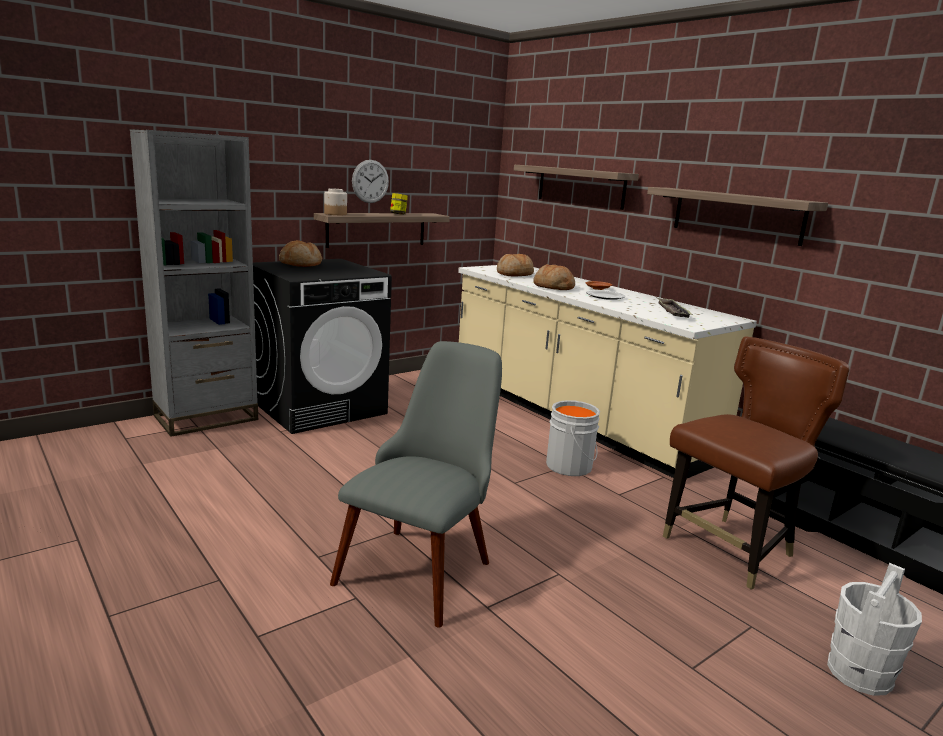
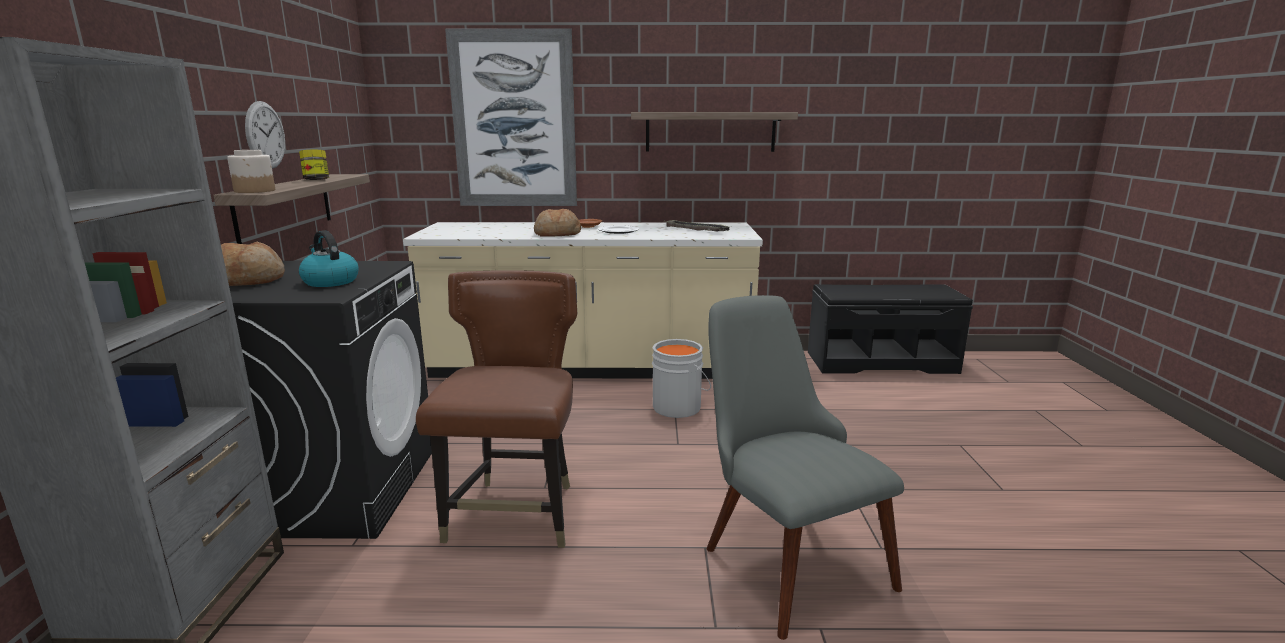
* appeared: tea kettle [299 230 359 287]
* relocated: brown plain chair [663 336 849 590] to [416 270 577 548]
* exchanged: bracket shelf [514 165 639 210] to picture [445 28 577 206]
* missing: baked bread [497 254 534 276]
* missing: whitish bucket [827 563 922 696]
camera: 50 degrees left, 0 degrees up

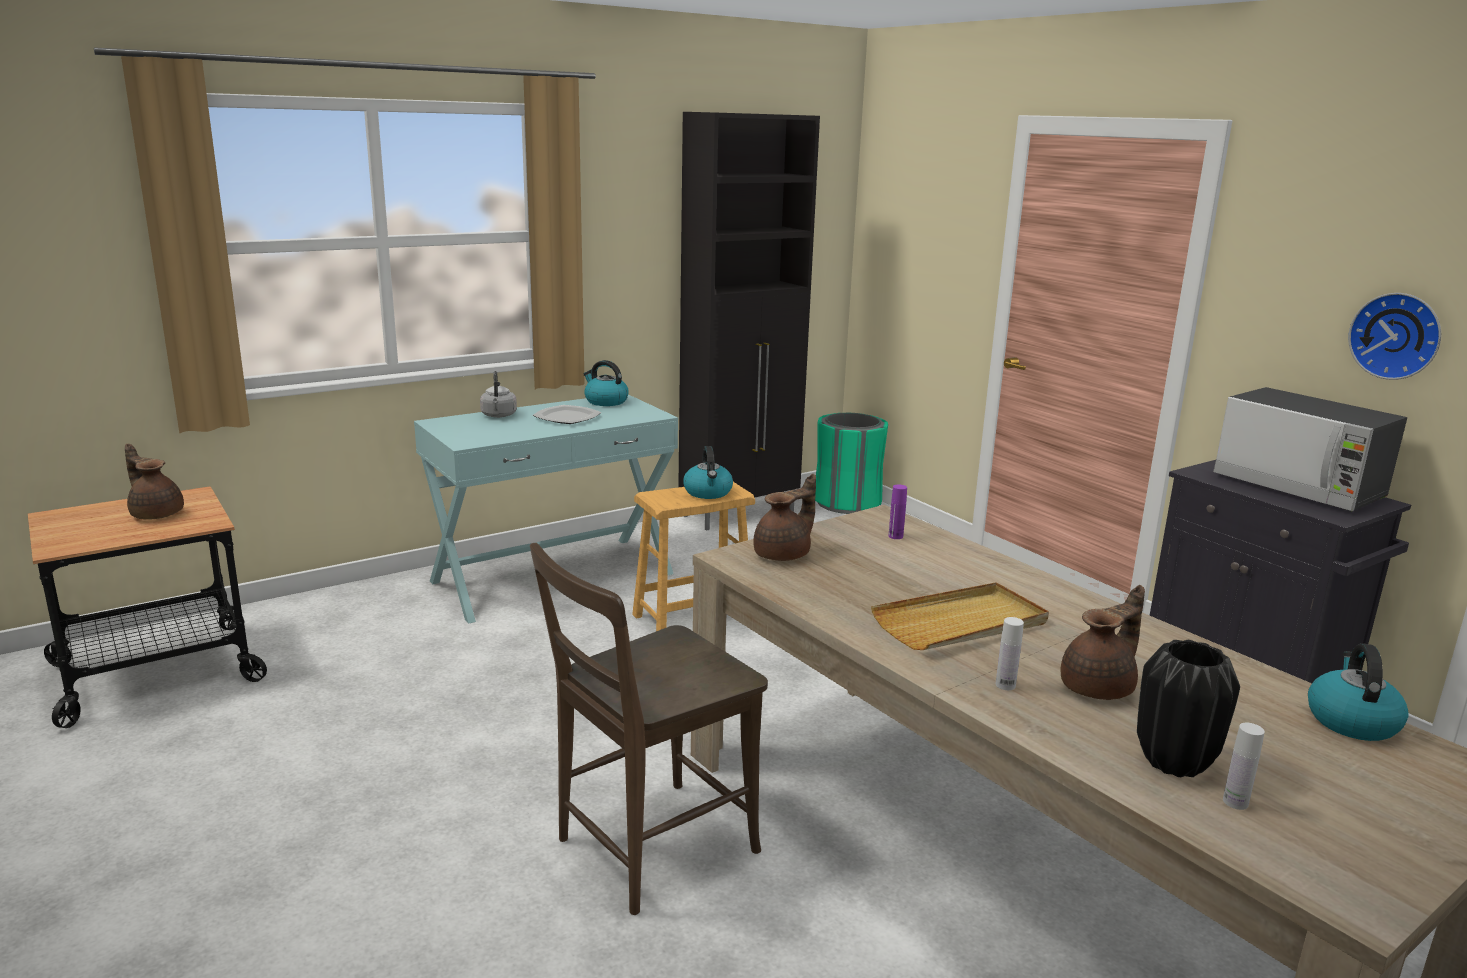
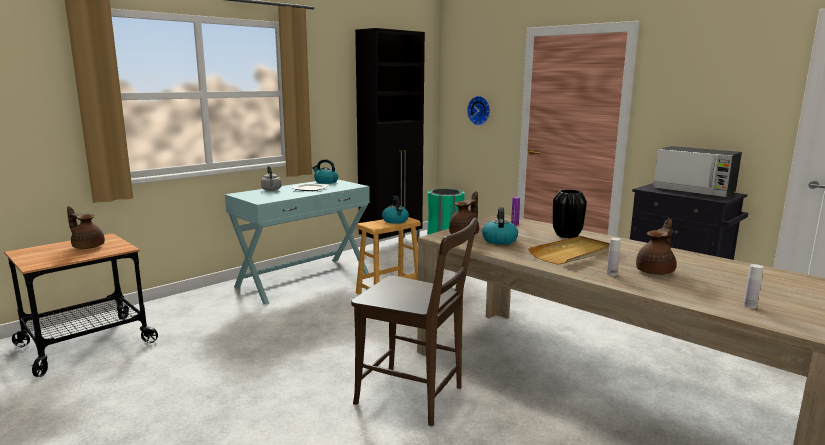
* spun: brown plain chair [530 543 768 915] = [351 218 478 426] 105 degrees counterclockwise
* relocated: wall clock [1348 293 1441 380] to [467 96 490 126]
* relocated: tea kettle [1308 643 1409 741] to [482 207 518 245]
* relocated: blackish vase [1137 640 1240 777] to [553 189 587 238]
camera: 10 degrees left, 5 degrees down

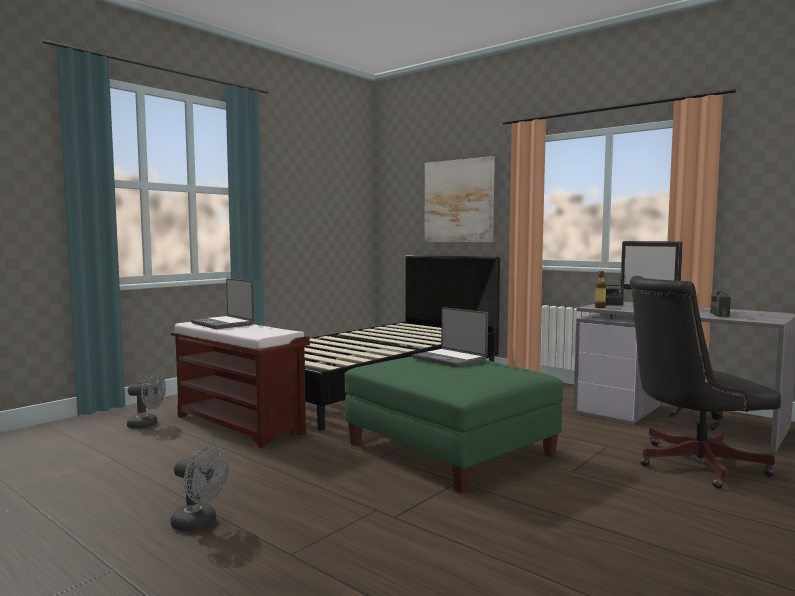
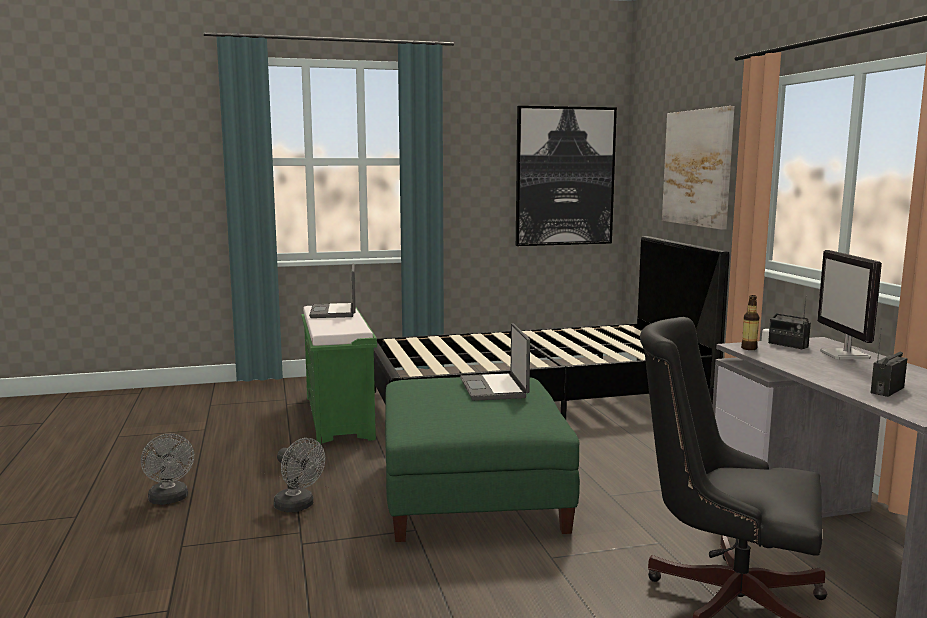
* relocated: gray fan [127 372 166 429] to [274 438 325 512]
* colour: brown long seat [171 322 310 448] to green long seat [301 306 377 445]
* appeared: picture [516 106 617 246]
camera: 35 degrees right, 5 degrees up

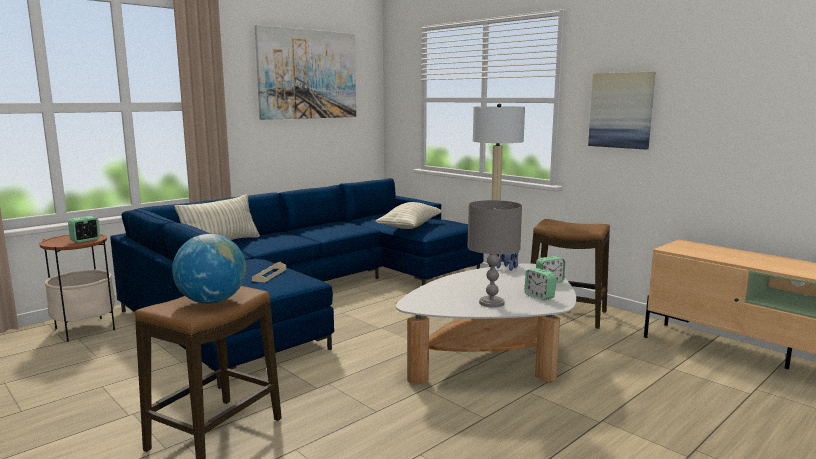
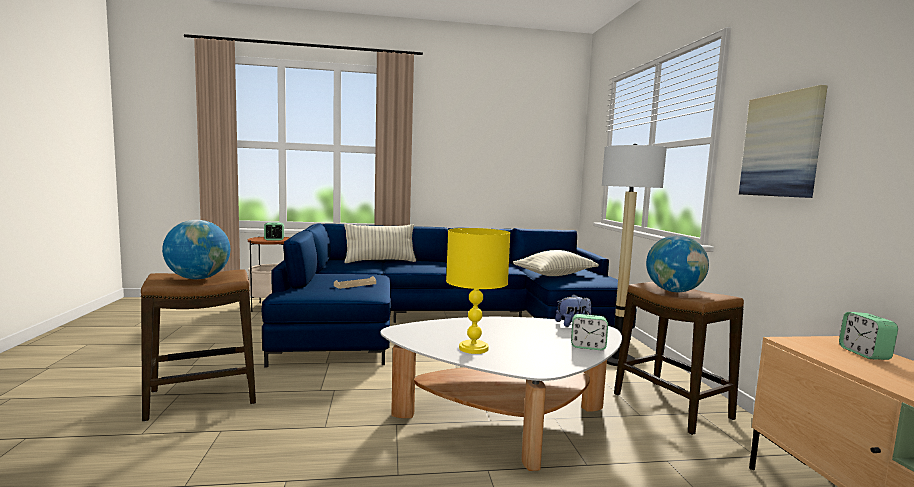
* colour: gray lamp for a table [467 200 522 308] to yellow lamp for a table [446 228 510 354]
* appeared: world globe [646 235 709 292]
* relocated: bedside clock [525 268 556 300] to [839 312 898 360]
* missing: picture [255 25 356 120]
camera: 35 degrees right, 5 degrees down

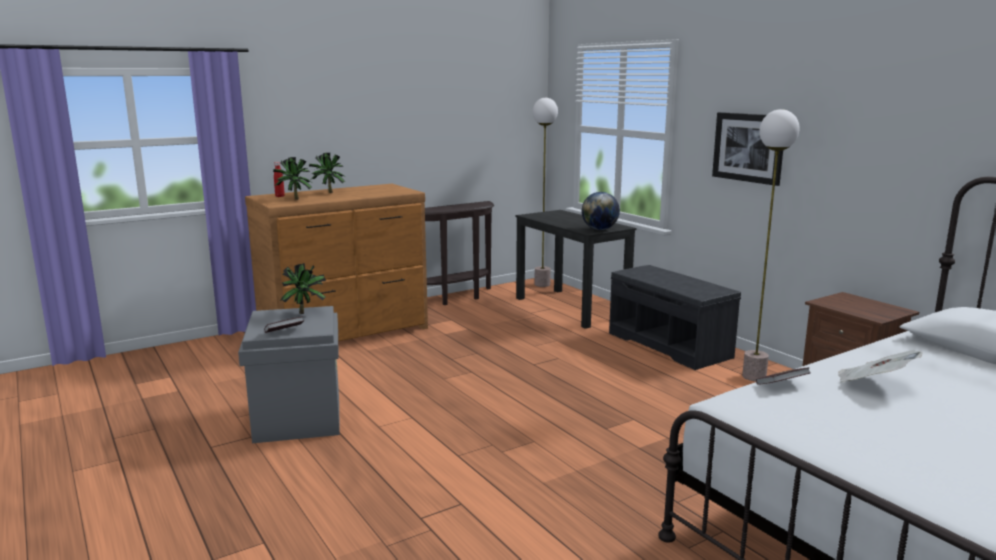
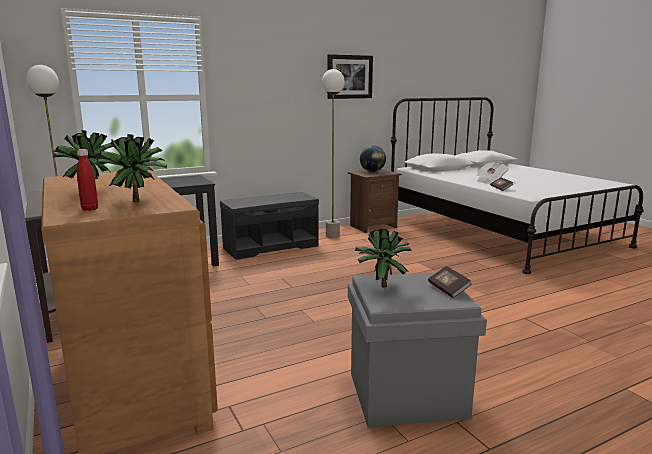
* relocated: picture [712 112 783 186] to [328 54 373 99]
* relocated: world globe [582 192 620 230] to [360 146 386 172]
camera: 85 degrees left, 0 degrees up

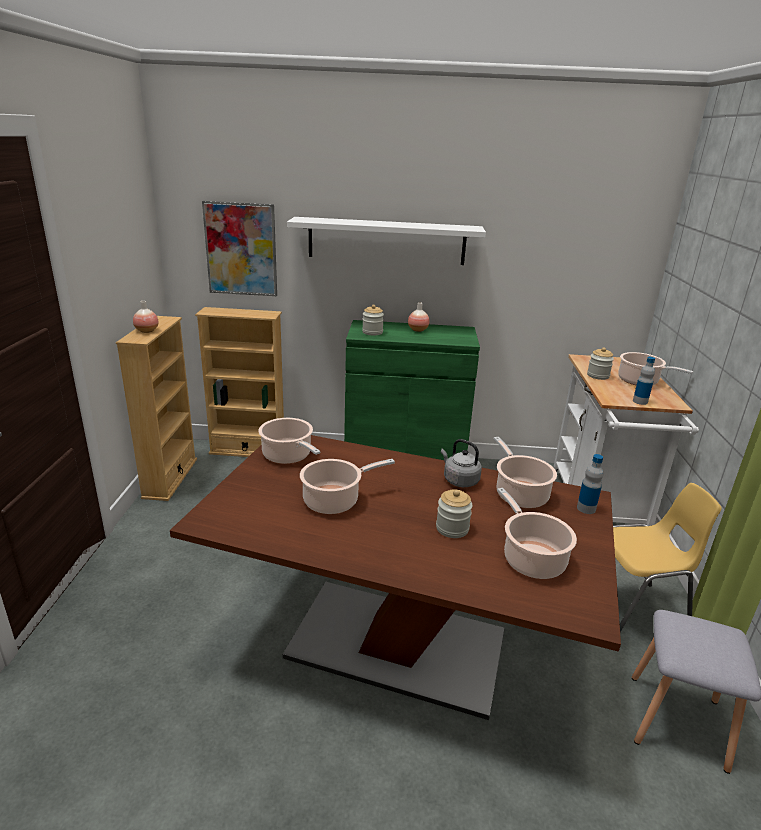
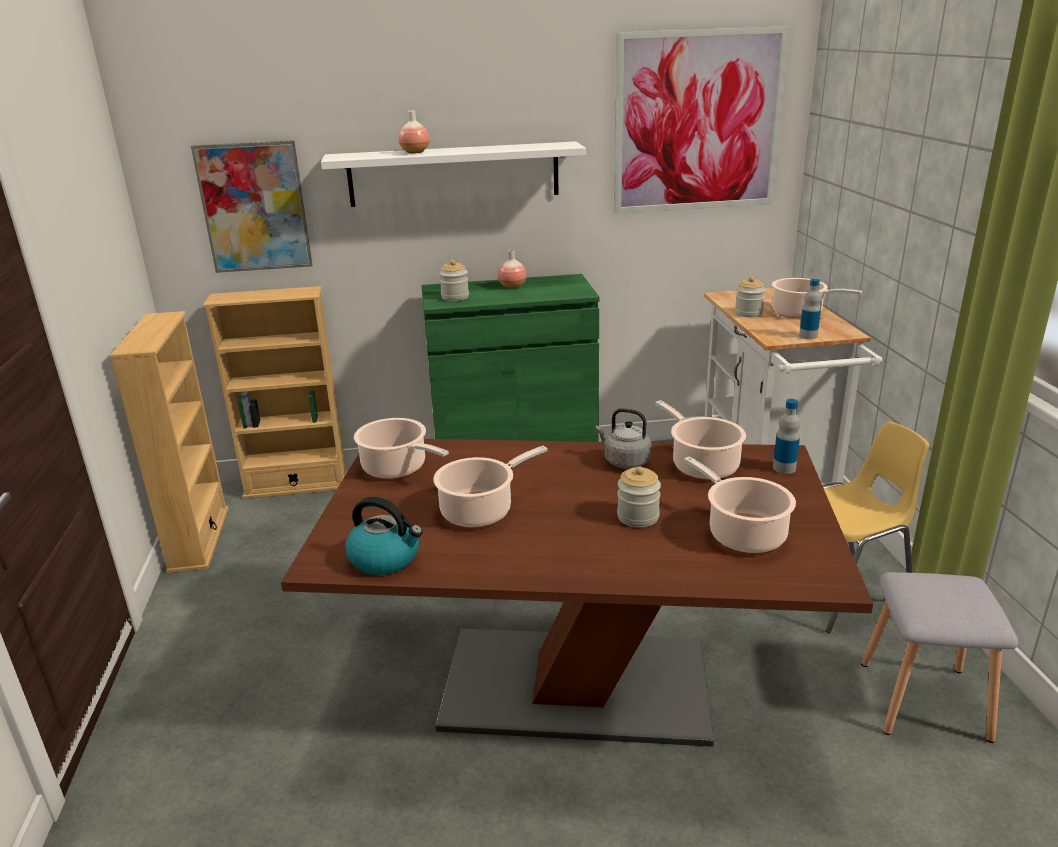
* appeared: tea kettle [345 497 423 575]
* relocated: vase [133 301 159 333] to [399 110 430 153]
* appeared: picture [614 26 789 214]
camera: 10 degrees left, 0 degrees up

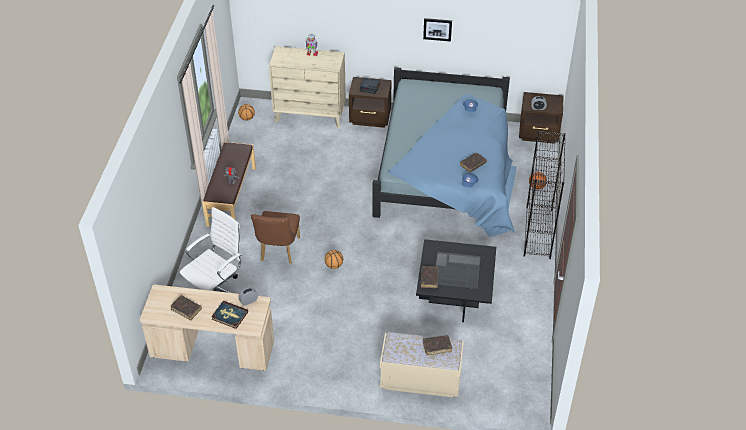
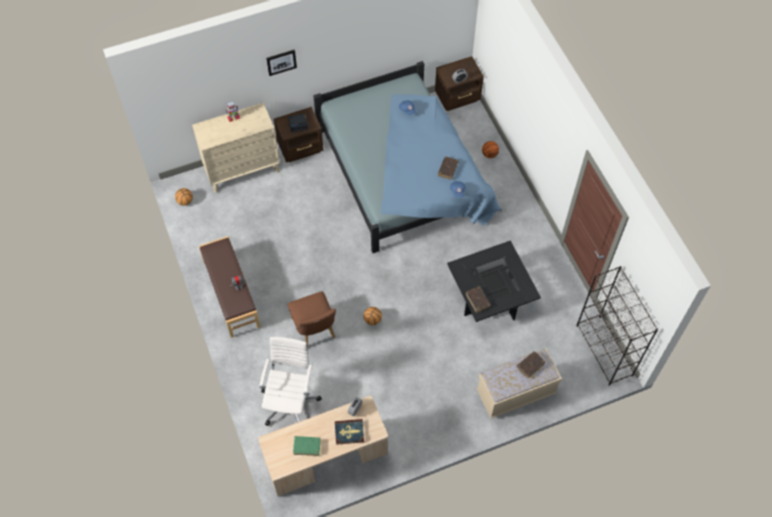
* relocated: picture [423 18 452 42] to [266 50 297 76]
* colour: brown bound book [170 295 202 320] to green bound book [293 436 321 456]
* relocated: blackish shelving unit [524 131 566 259] to [577 266 658 386]
camera: 30 degrees left, 15 degrees up

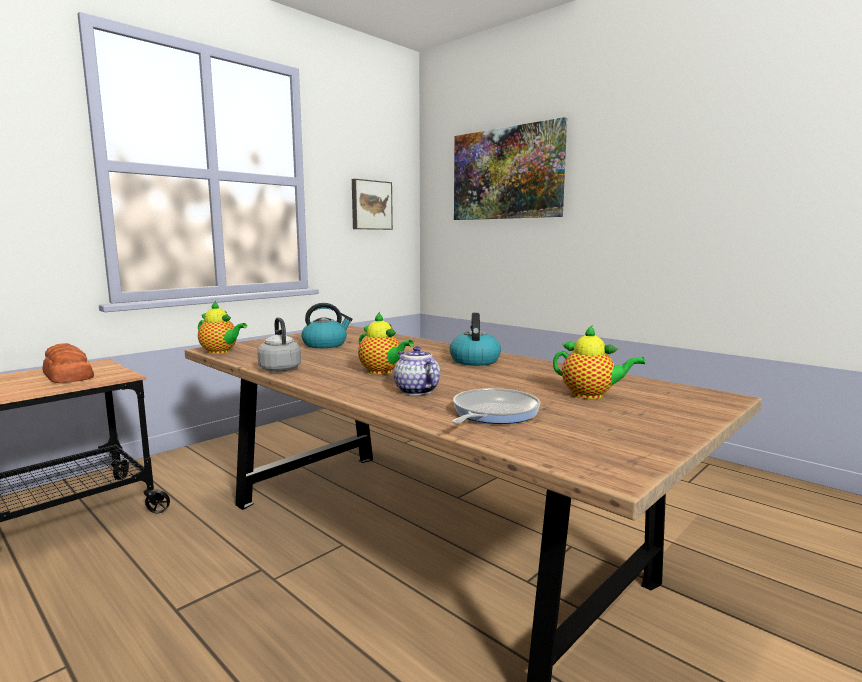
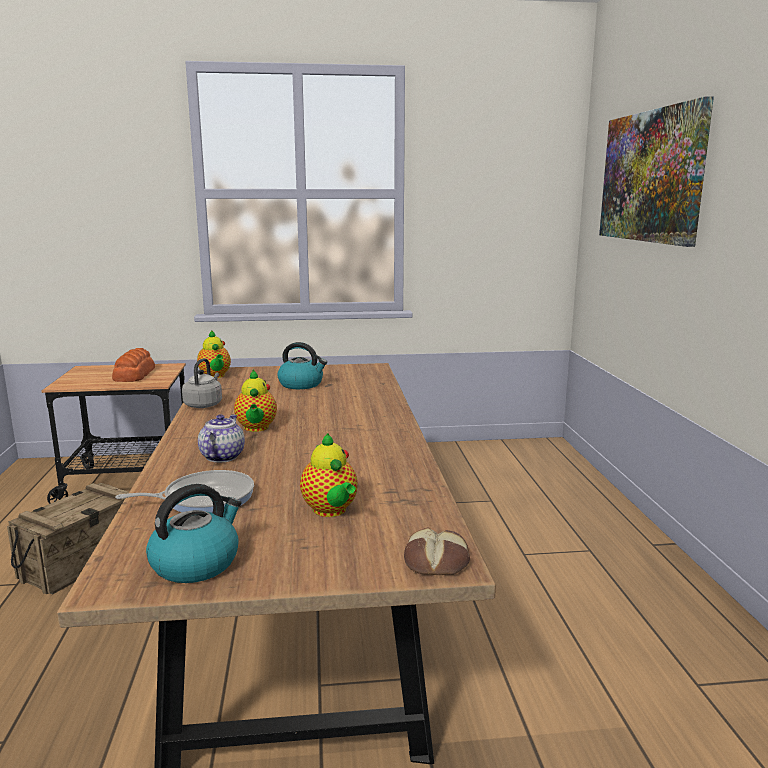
* appeared: crate [7 483 129 595]
* relocated: tea kettle [450 313 501 366] to [146 484 242 583]
* appeared: baked bread [404 527 470 575]
* missing: picture [352 179 393 230]
camera: 40 degrees right, 5 degrees up

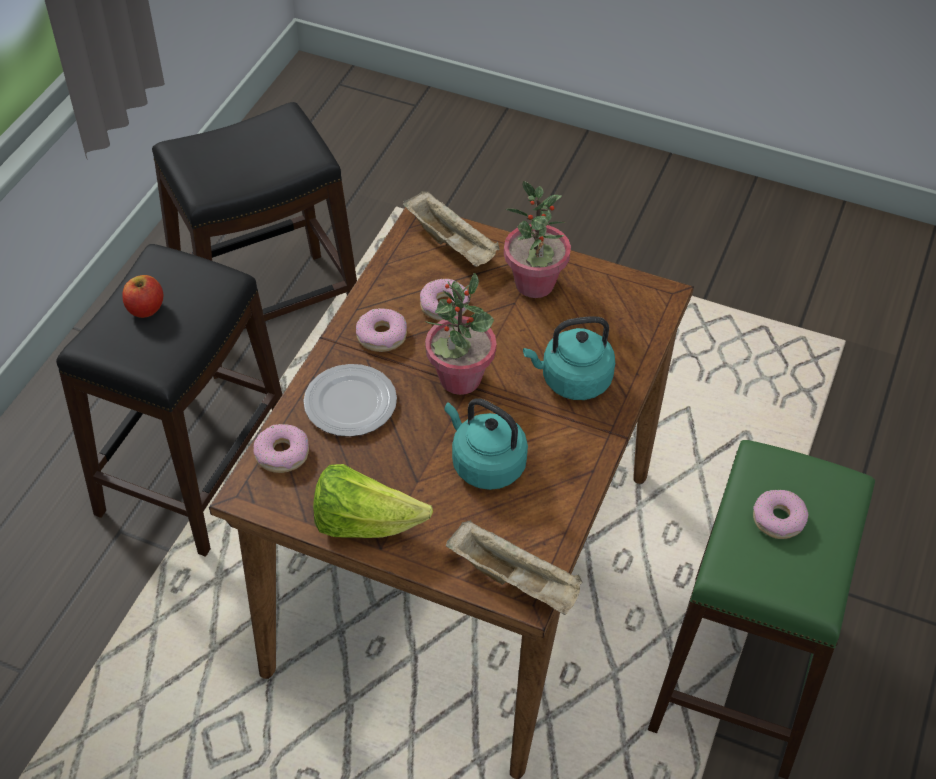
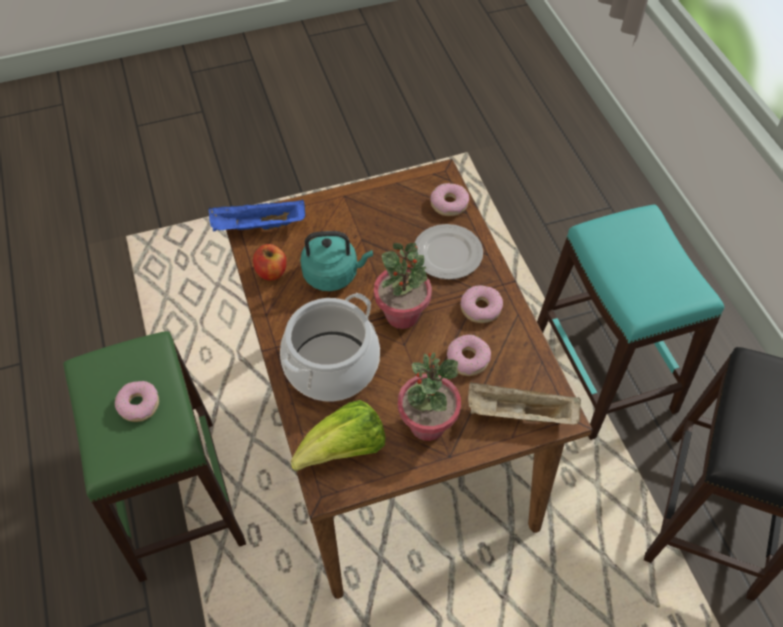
* colour: beige-coloured tray [446 520 582 615] to blue tray [209 200 305 231]
* relocated: apple [122 275 163 318] to [253 244 286 281]
* exchanged: turquoise tea kettle [523 316 615 400] to stockpot [280 293 380 402]
* relocated: head of lettuce [313 464 433 538] to [291 400 385 471]
* colour: blackish stool seat [56 244 282 557] to turquoise stool seat [537 205 724 440]
camera: 140 degrees right, 5 degrees up

